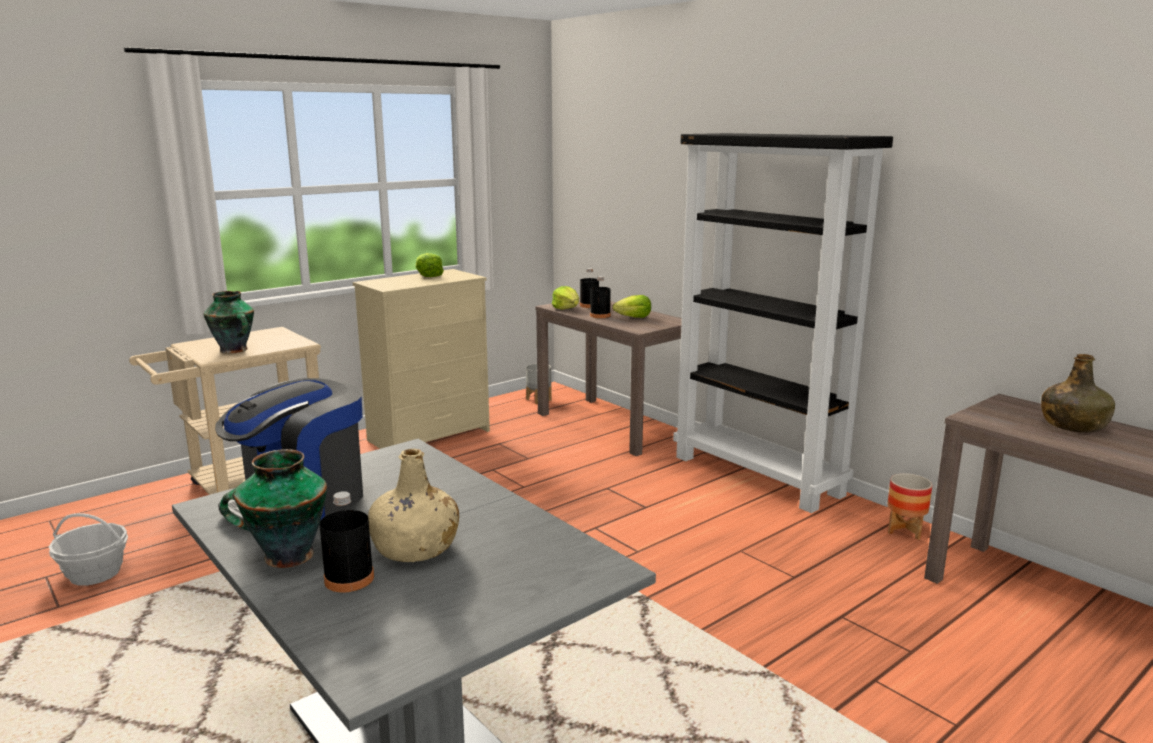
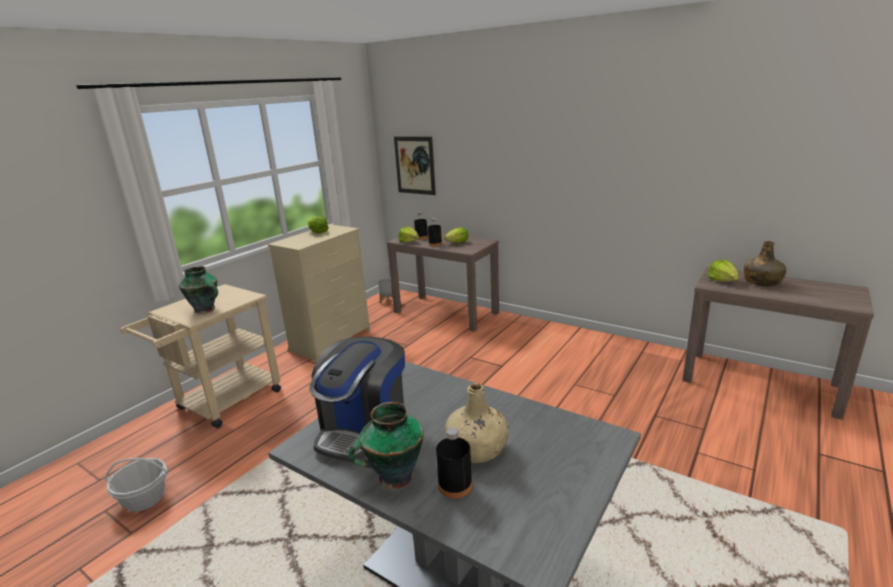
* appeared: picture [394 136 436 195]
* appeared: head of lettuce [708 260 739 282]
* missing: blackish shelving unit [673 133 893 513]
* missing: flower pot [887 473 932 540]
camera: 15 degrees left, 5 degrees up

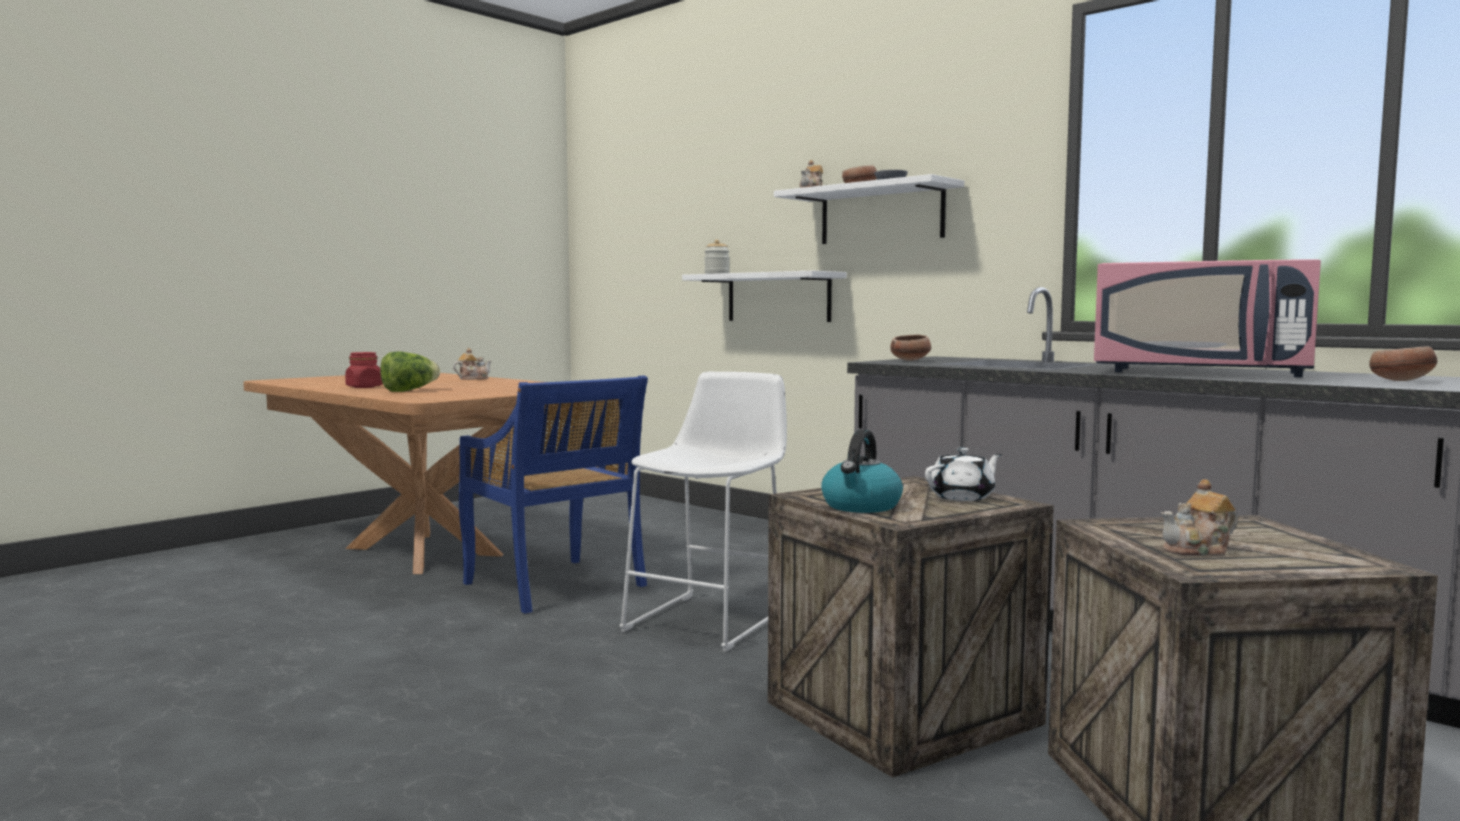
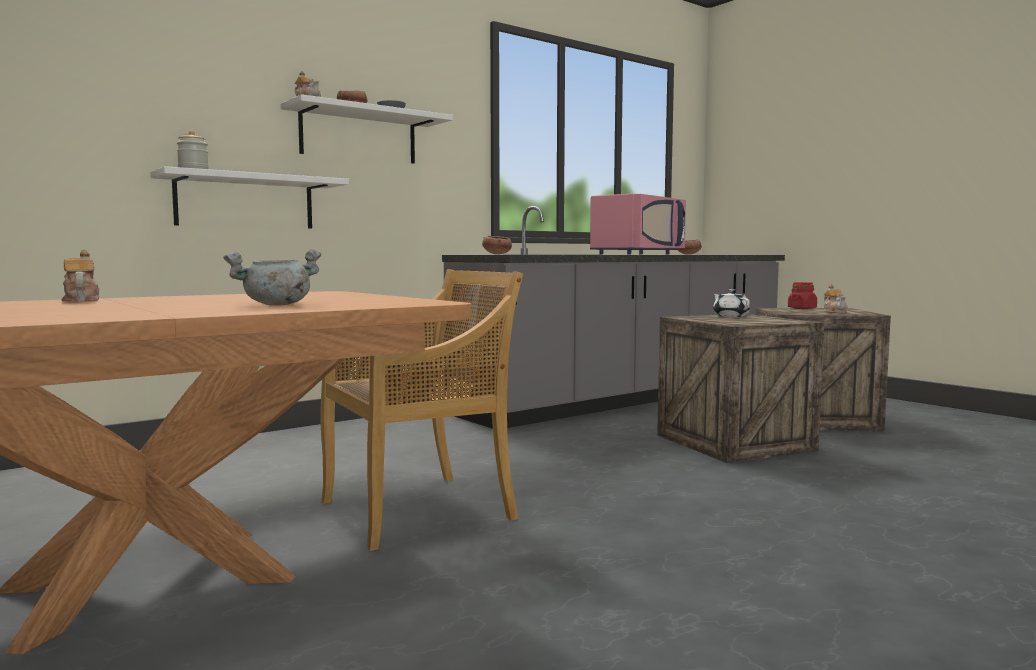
* exchanged: head of lettuce [380 352 440 392] to gray stockpot [224 249 321 306]
* colour: blue plain chair [459 375 648 614] to beige-coloured plain chair [320 269 523 551]
* relocated: red jar [345 352 383 388] to [788 282 817 309]
* missing: whitish stool seat [619 372 787 652]
* missing: tea kettle [821 430 903 513]
camera: 80 degrees left, 0 degrees up

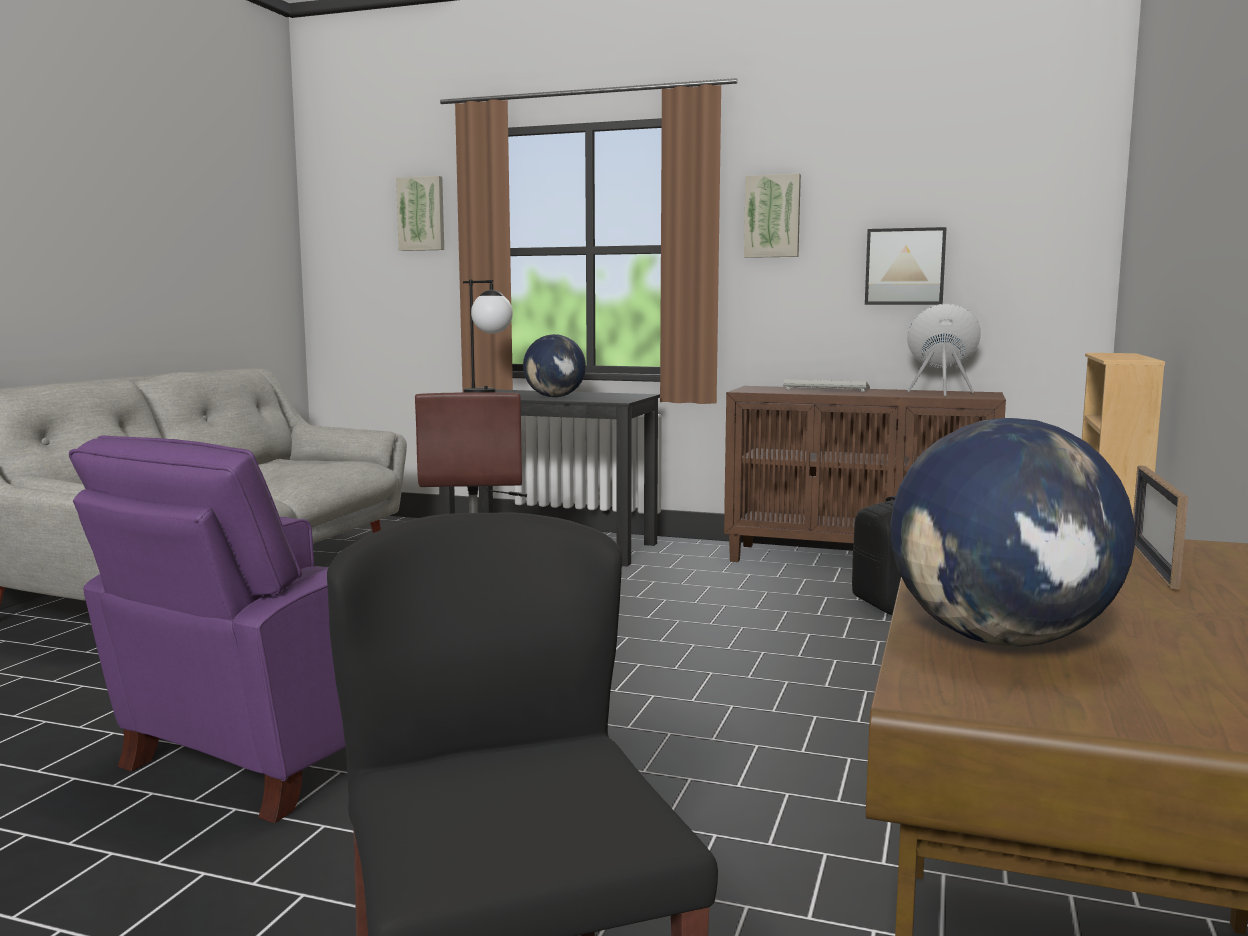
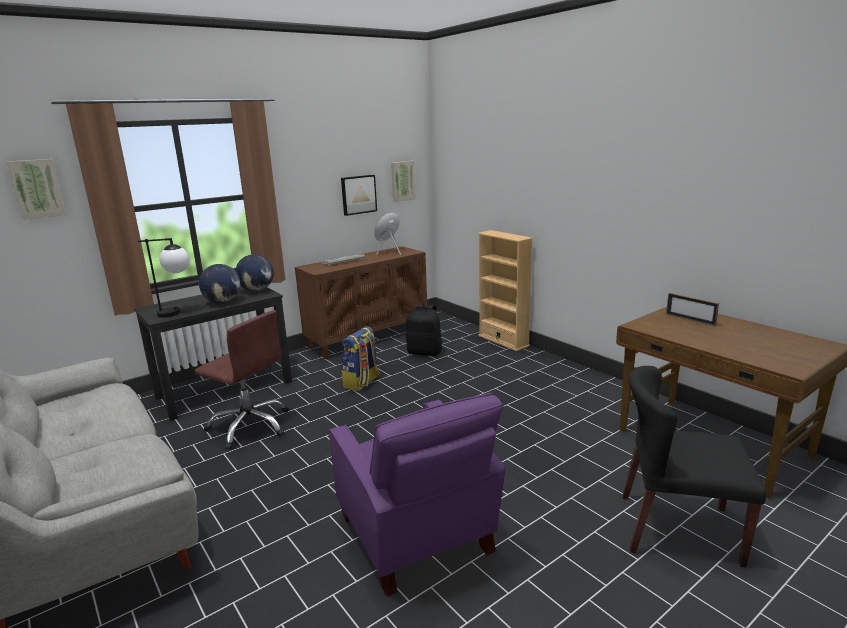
* relocated: world globe [890 418 1135 647] to [235 254 274 291]
* appeared: knapsack [342 326 380 391]
* relocated: picture [744 174 801 258] to [391 161 416 202]
camera: 55 degrees left, 10 degrees up

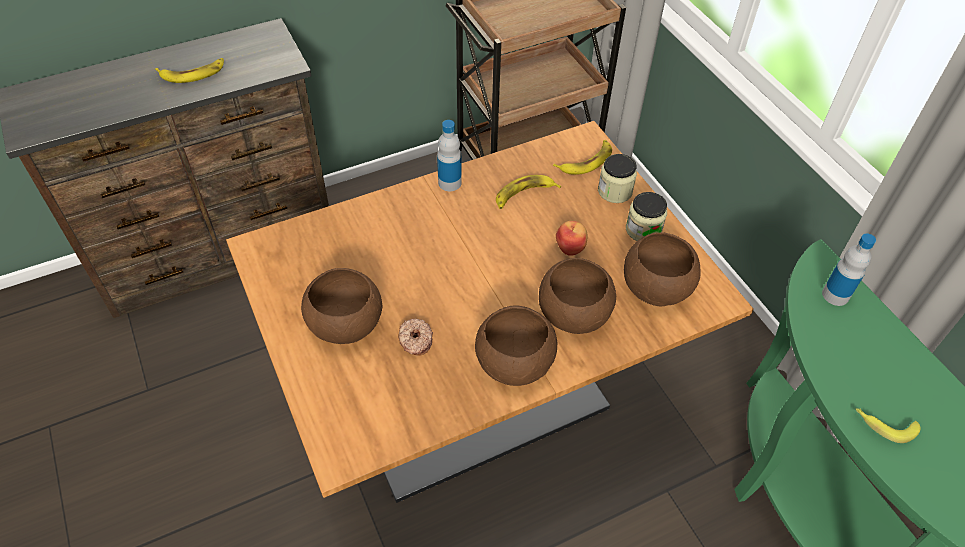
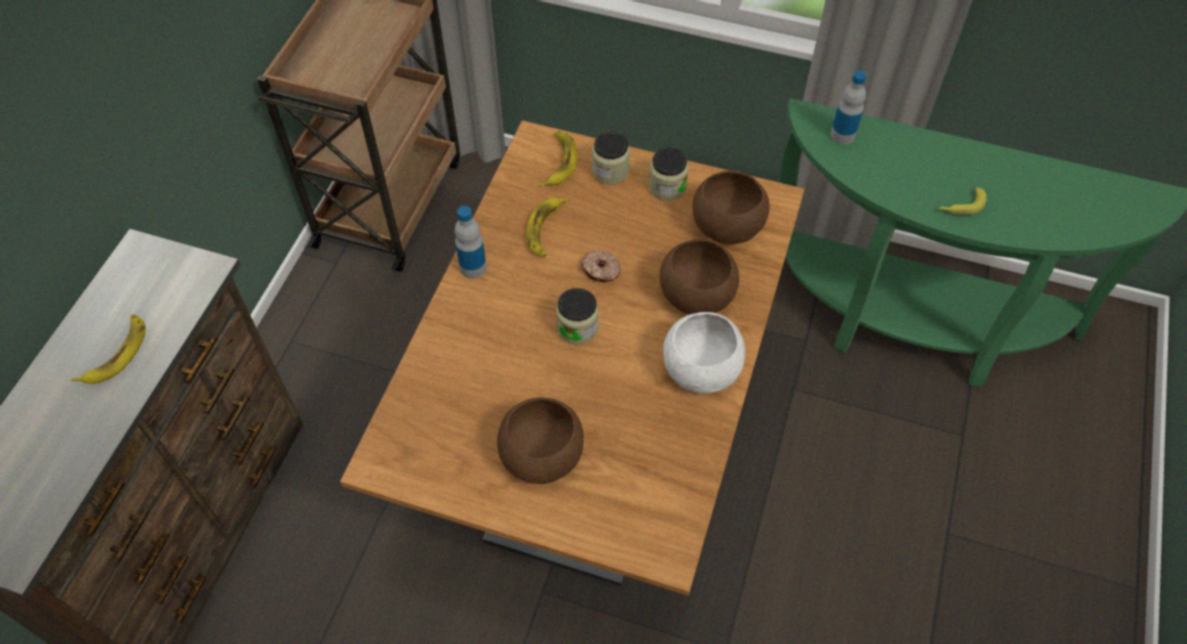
* appeared: jar [556 288 598 344]
* relocated: ring doughnut [399 318 433 356] to [581 250 621 282]
* colour: brown bowl [475 305 557 386] to whitish bowl [663 312 745 394]
* missing: apple [556 221 587 256]
camera: 45 degrees left, 5 degrees up

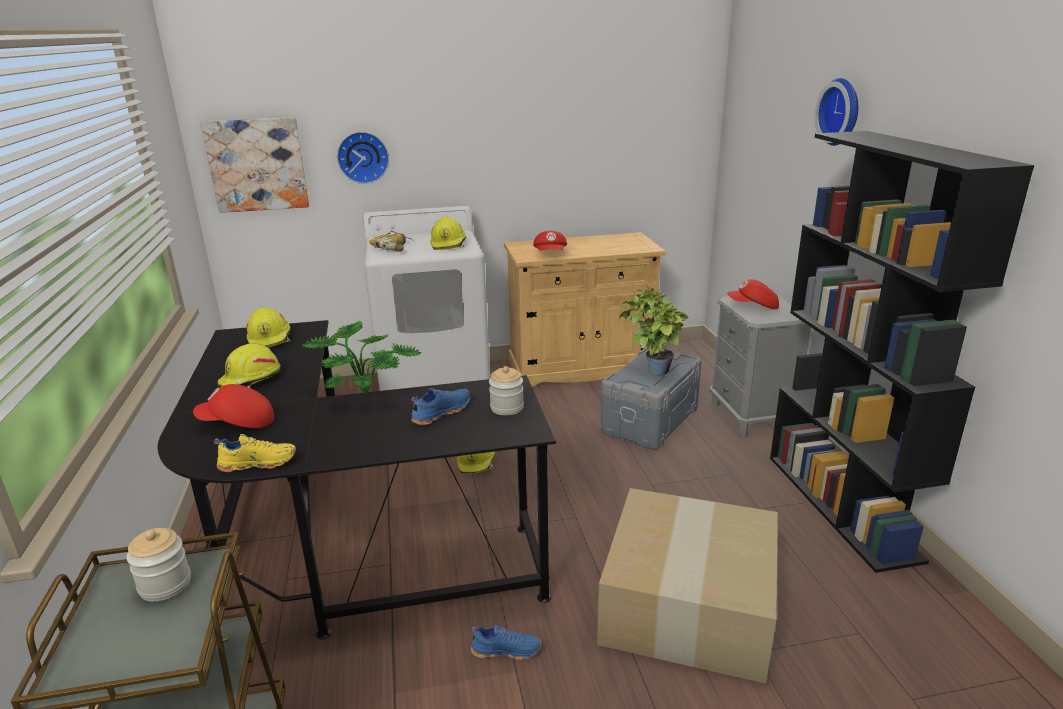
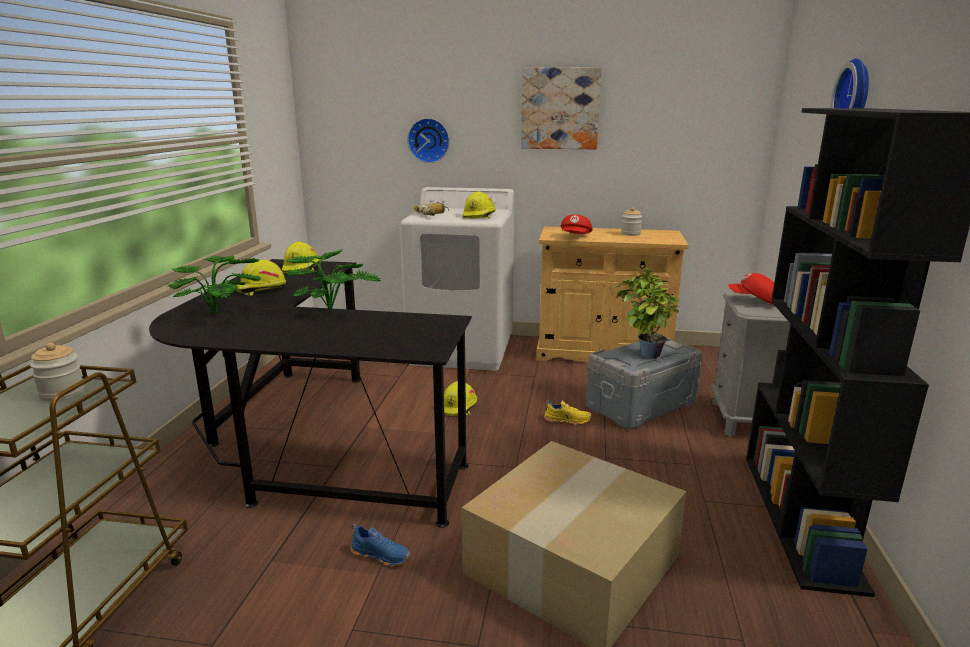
* exchanged: red baseball cap [193 384 274 428] to plant in a pot [168 256 261 314]
* relocated: picture [201 117 309 213] to [521 67 602 149]
* relocated: yellow shoe [214 434 296 472] to [544 400 592 425]
* relocated: jar [489 366 524 416] to [621 207 642 236]
* missing: blue shoe [411 388 470 425]
camera: 20 degrees right, 5 degrees down

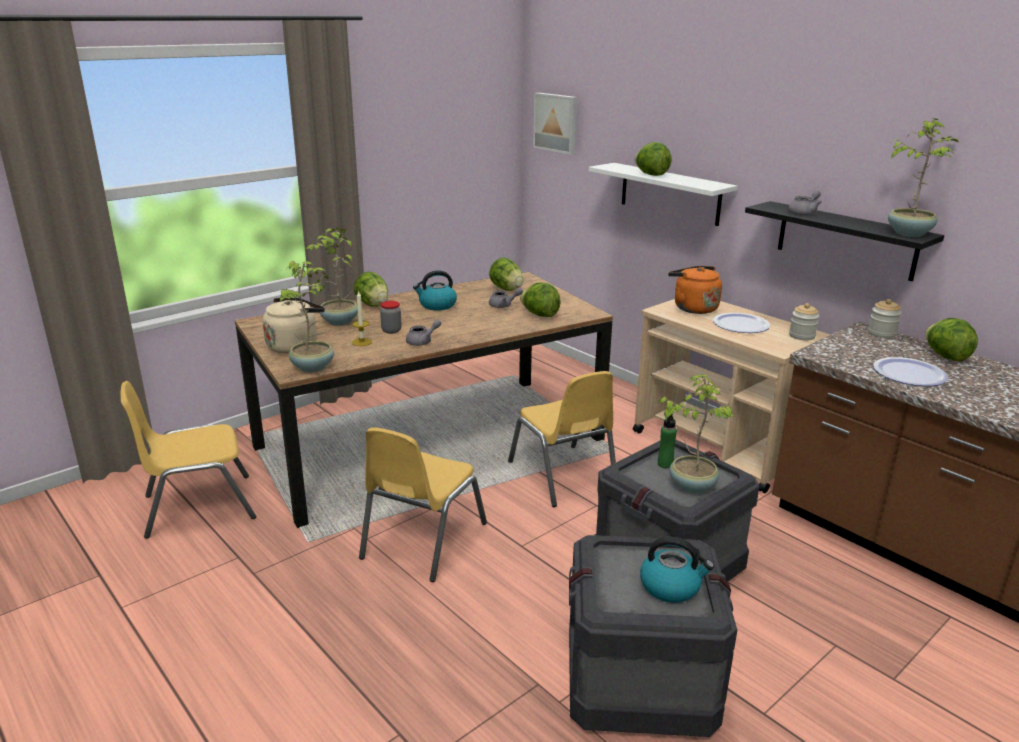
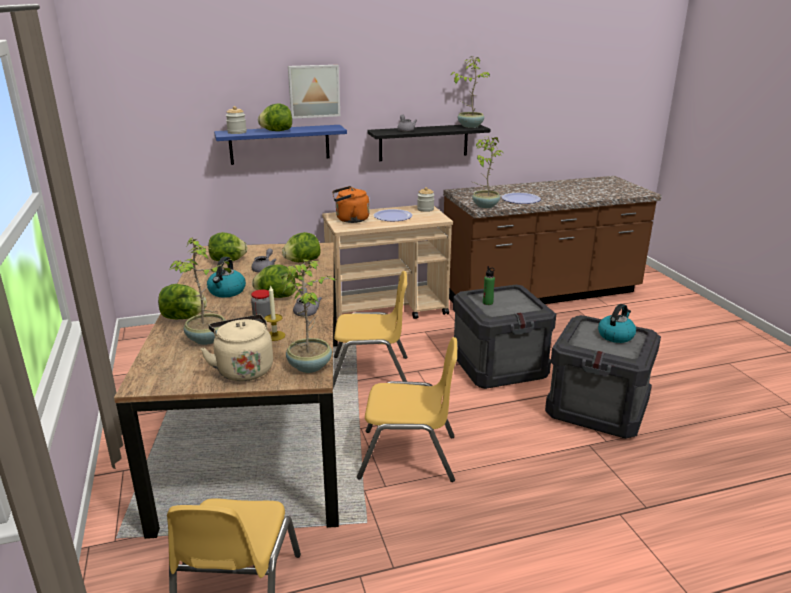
* colour: whitish bracket shelf [589 163 738 226] to blue bracket shelf [214 125 347 165]
* relocated: jar [868 299 902 339] to [226 106 247 134]
* relocated: head of lettuce [925 318 978 362] to [252 264 295 298]
* relocated: picture [533 93 578 155] to [288 65 340 119]
* spun: yellow plain chair [359 427 487 582] = [357 337 457 482] 45 degrees counterclockwise
* relocated: plant in a pot [658 374 734 493] to [472 136 504 208]
camera: 65 degrees left, 0 degrees up

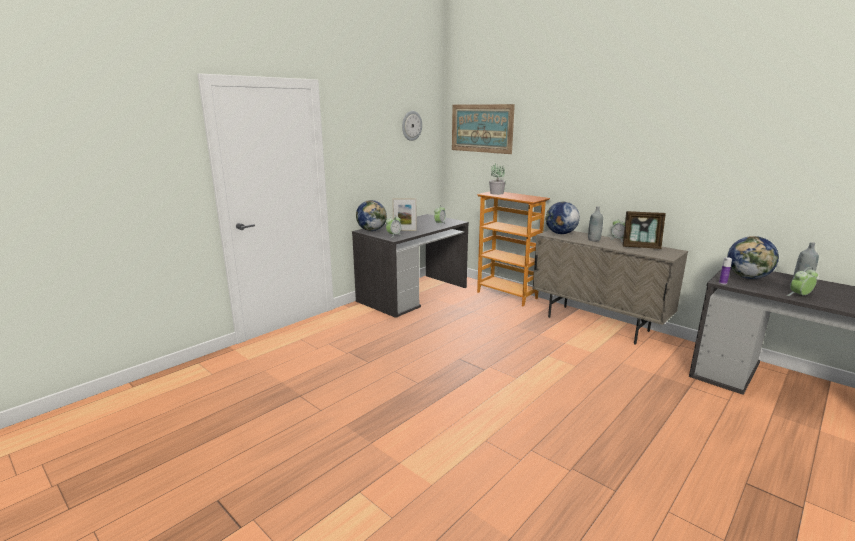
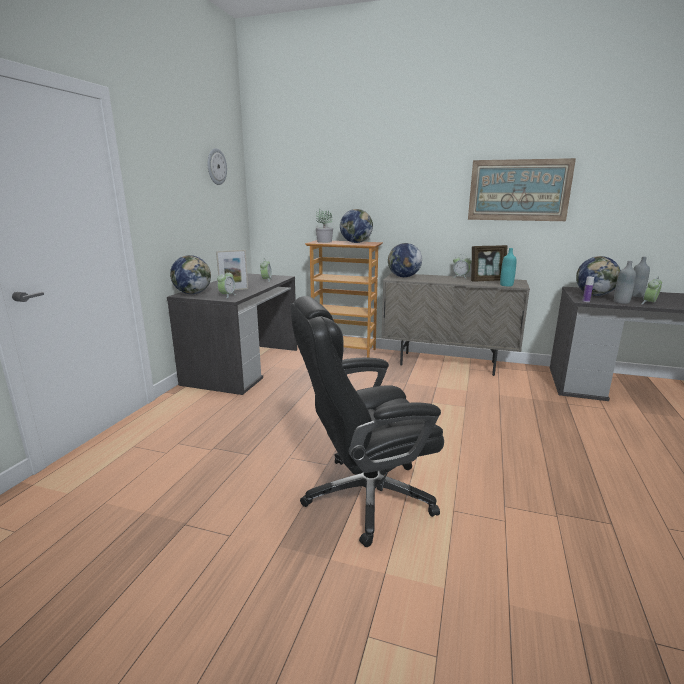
* appeared: blackish computer chair [290 296 444 547]
* appeared: world globe [340 209 373 243]
* relocated: picture [452 104 515 154] to [468 158 576 221]
* appeared: turquoise drink bottle [500 248 516 287]
* relocated: gray drink bottle [588 206 603 241] to [614 261 636 304]
camera: 25 degrees left, 0 degrees up

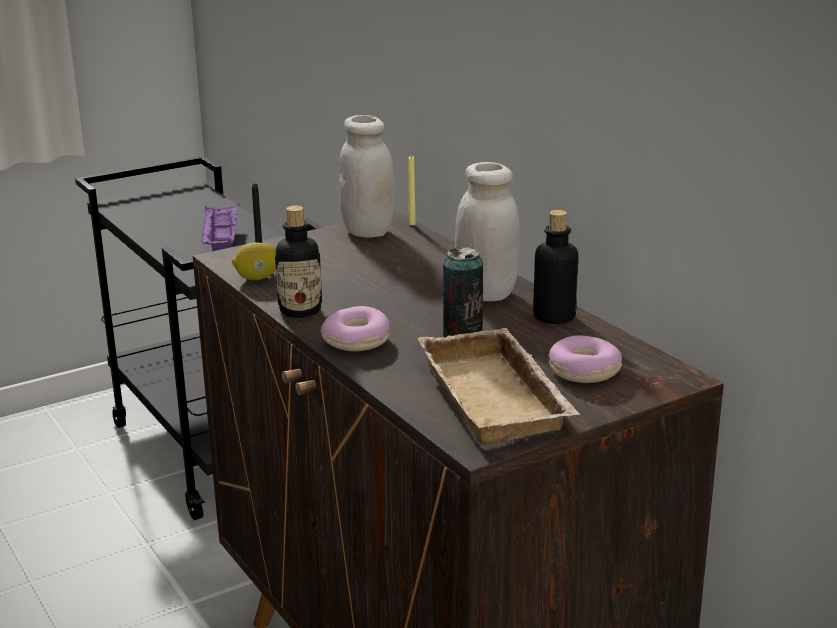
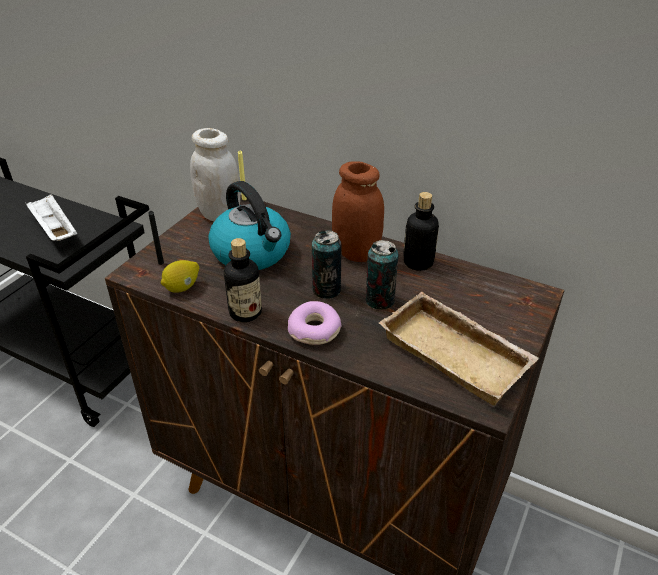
* colour: purple-coloured tray [201 205 240 250] to whitish tray [25 194 77 241]
* appeared: tea kettle [208 181 291 270]
* appeared: sealed can [312 230 342 299]
* colour: whitish jar [455 162 520 301] to brown jar [332 161 384 262]
* missing: ring doughnut [549 335 622 383]
camera: 30 degrees left, 15 degrees up

